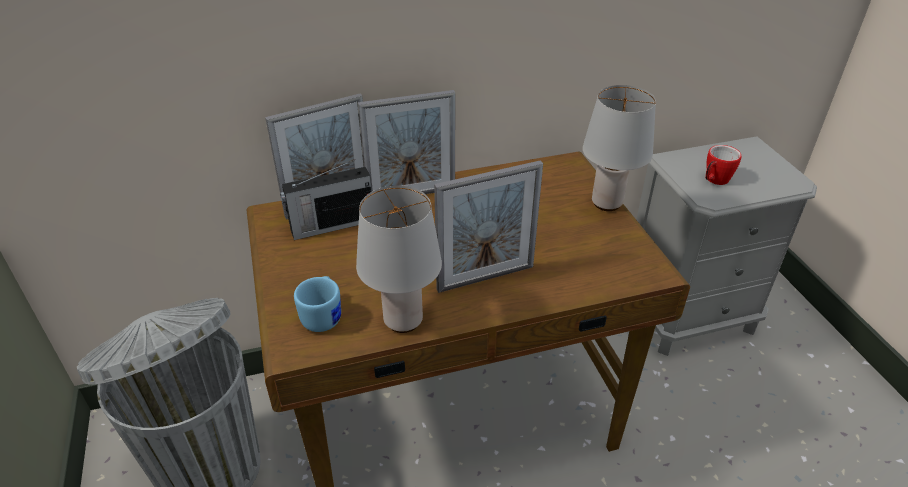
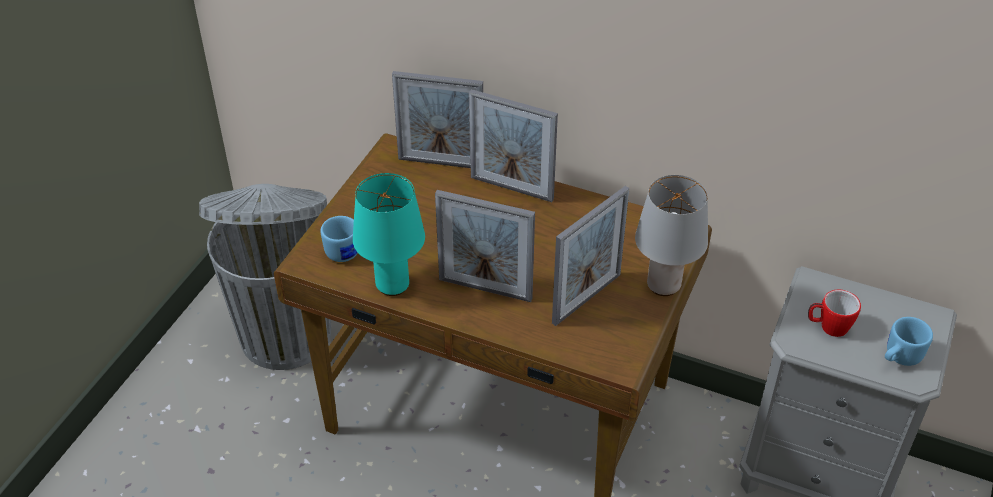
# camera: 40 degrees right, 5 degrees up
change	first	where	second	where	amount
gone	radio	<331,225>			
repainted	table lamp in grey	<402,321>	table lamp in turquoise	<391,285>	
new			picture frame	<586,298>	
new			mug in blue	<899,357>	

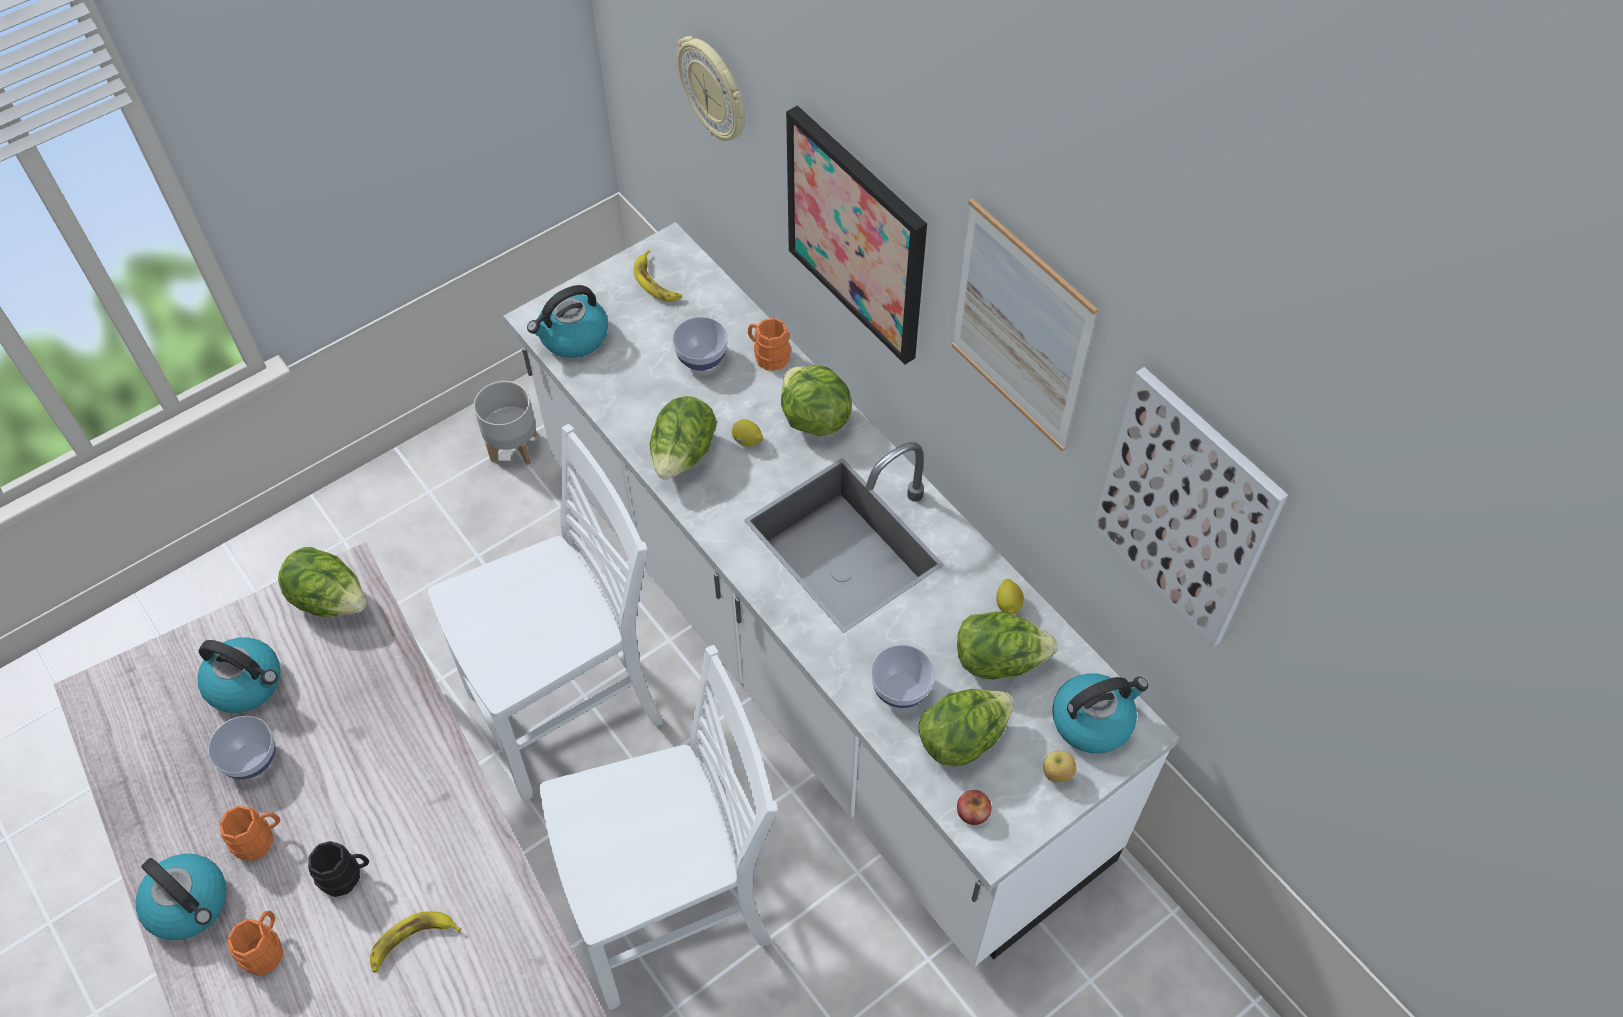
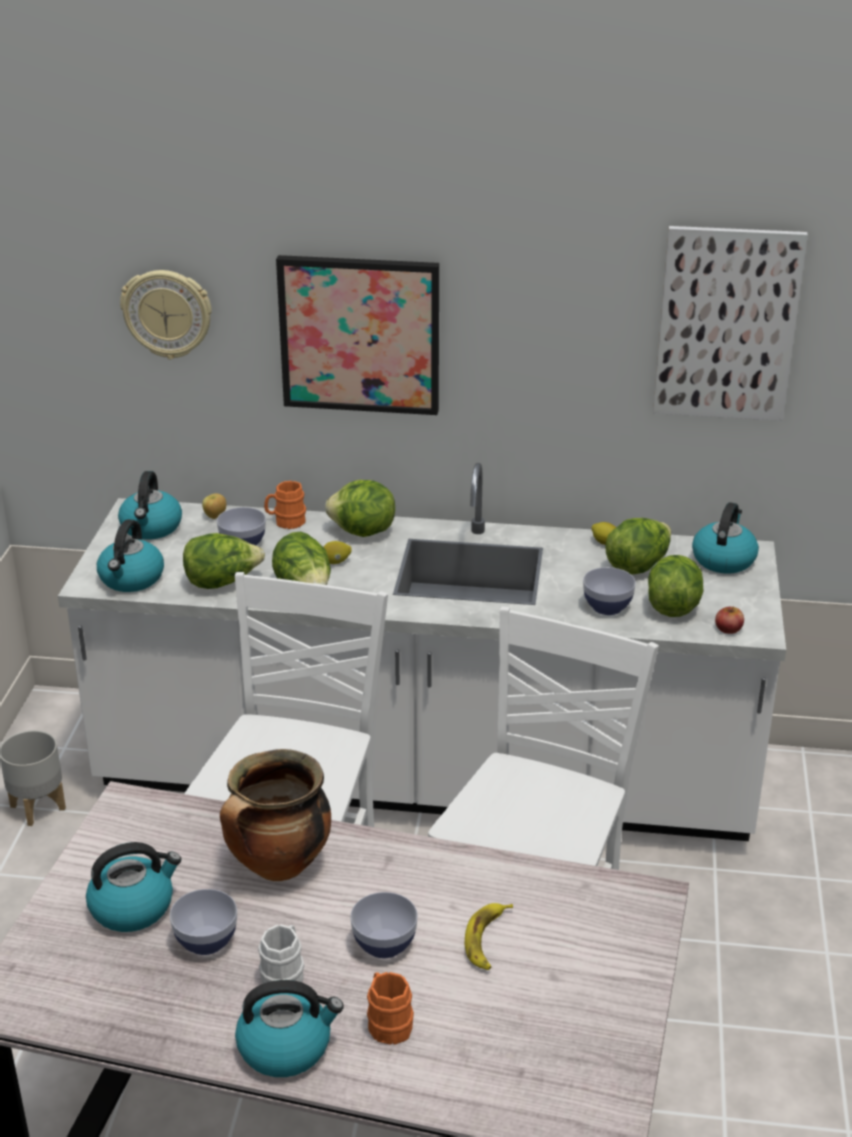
# camera: 45 degrees left, 25 degrees down
change	first	where	second	where	amount
repainted	mug in orange	<259,839>	mug in white	<285,974>	
shifted	lettuce	<330,600>		<222,582>	
swapped	mug in black	<346,876>	bowl	<384,944>	
swapped	banana	<657,282>	kettle	<151,528>	
gone	picture	<1020,328>			
shifted	apple	<1056,774>		<215,516>	
new			cooking pot	<278,866>	

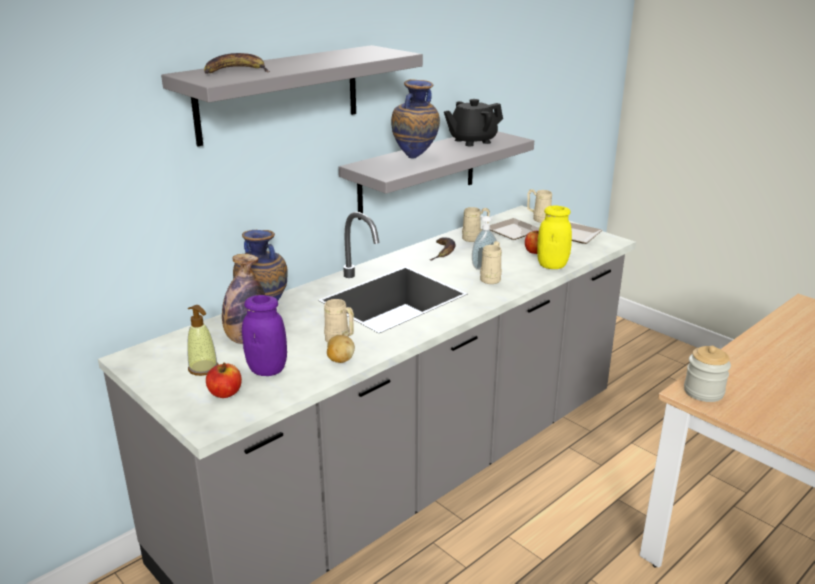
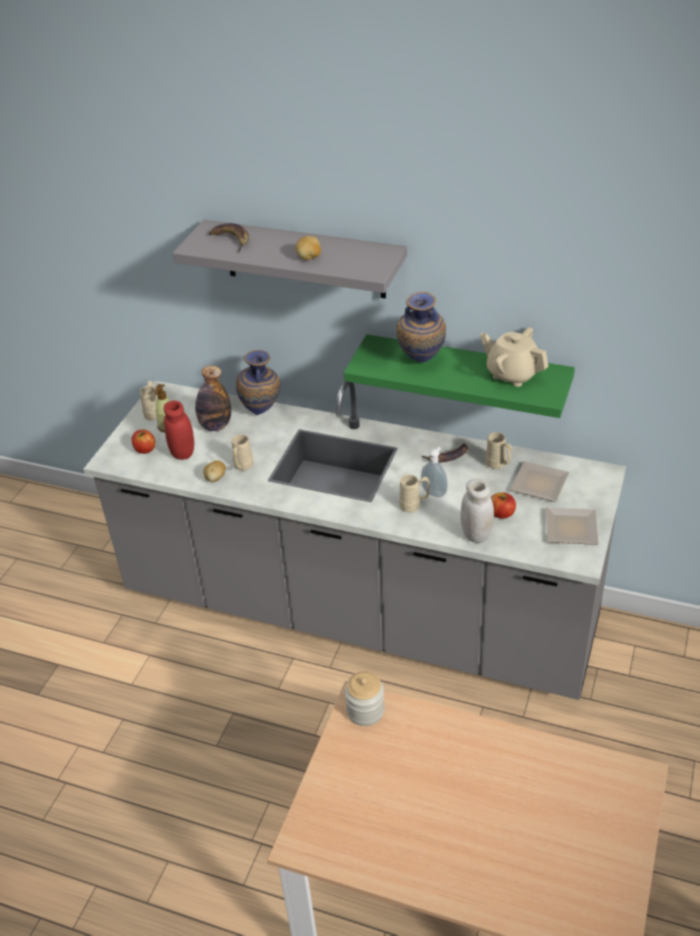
# camera: 65 degrees right, 15 degrees up
change	first	where	second	where	amount
repainted	jar in purple	<267,370>	jar in red	<182,453>	
repainted	shelf in grey	<418,173>	shelf in green	<466,374>	
repainted	teapot in black	<472,141>	teapot in beige	<512,374>	
shifted	mug in beige	<538,219>		<153,412>	
repainted	jar in yellow	<552,265>	jar in white	<476,534>	
new			potato	<309,258>	

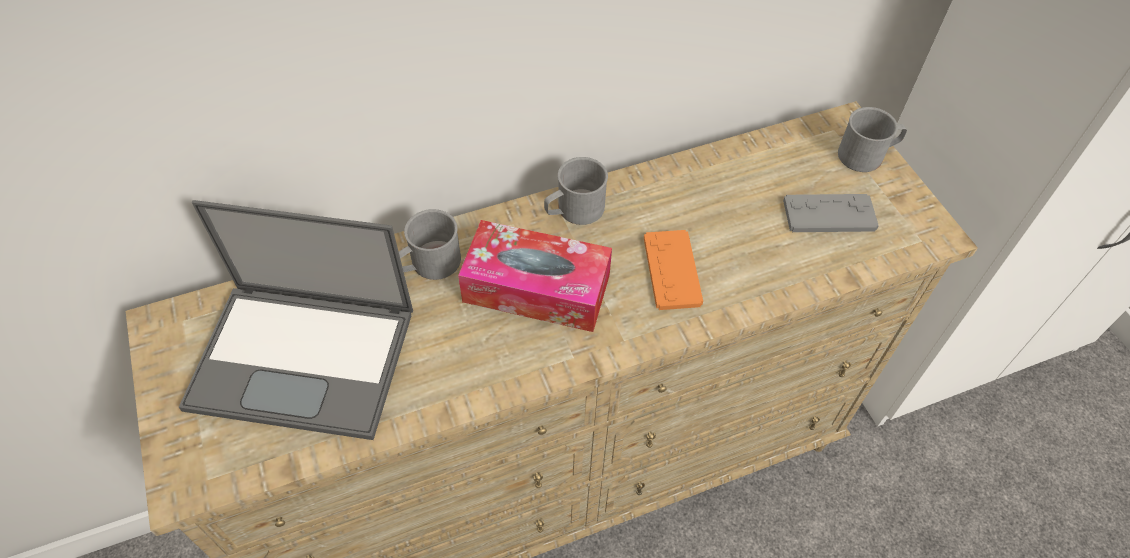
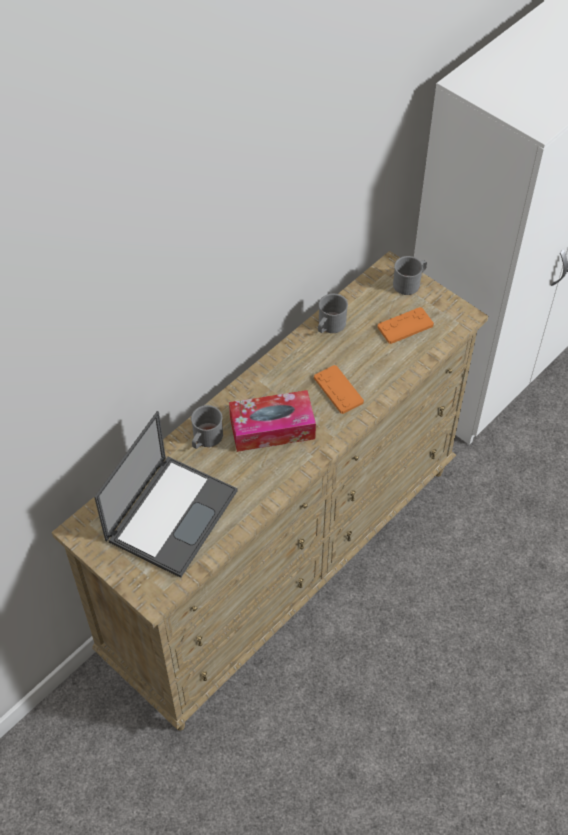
# camera: 25 degrees left, 0 degrees up
change	first	where	second	where	amount
rotated	laptop	<306,358>		<172,513>	45 degrees counterclockwise
shifted	mug in grey	<574,210>		<329,326>	
repainted	game controller in grey	<829,214>	game controller in orange	<405,326>	

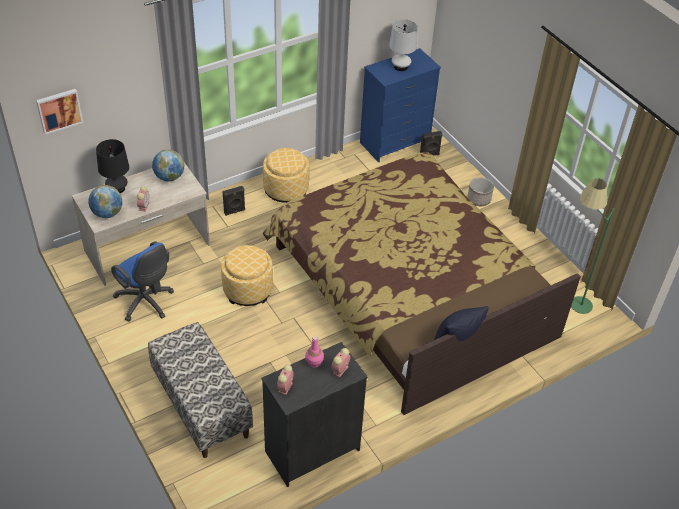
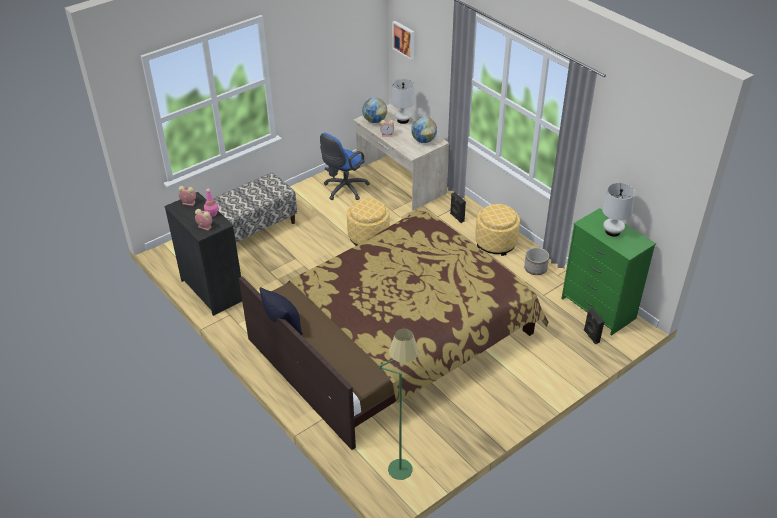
# camera: 85 degrees right, 5 degrees down
change	first	where	second	where	amount
repainted	table lamp in black	<117,188>	table lamp in white	<403,120>	
repainted	dresser in blue	<395,143>	dresser in green	<597,308>	
shifted	planter	<479,199>		<535,269>	

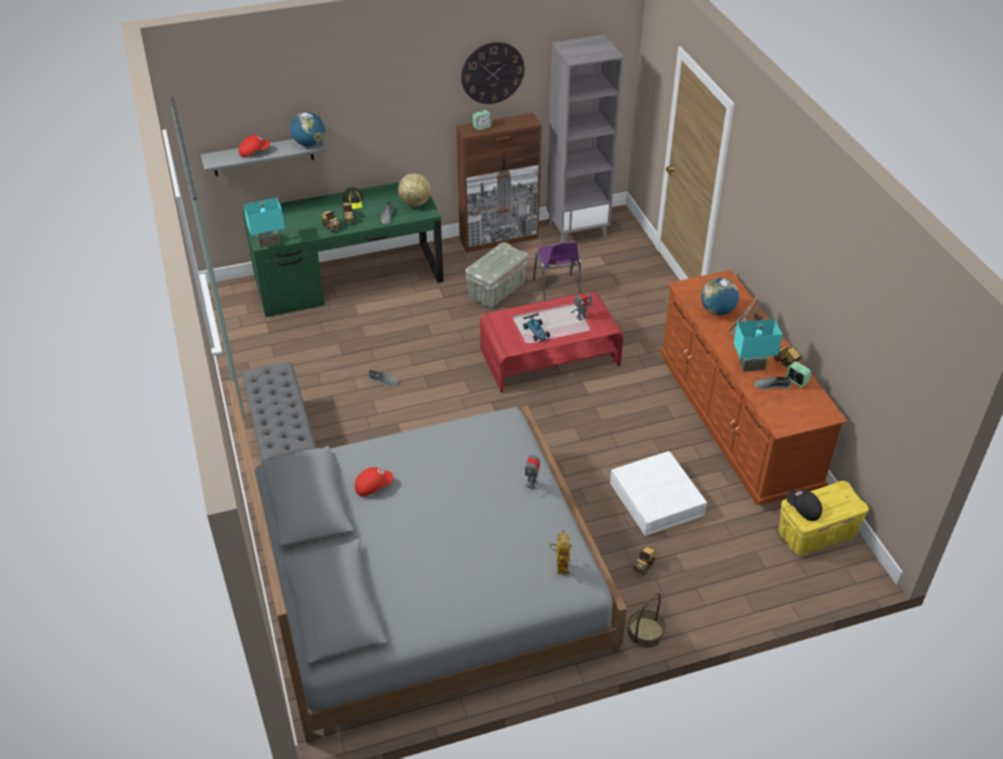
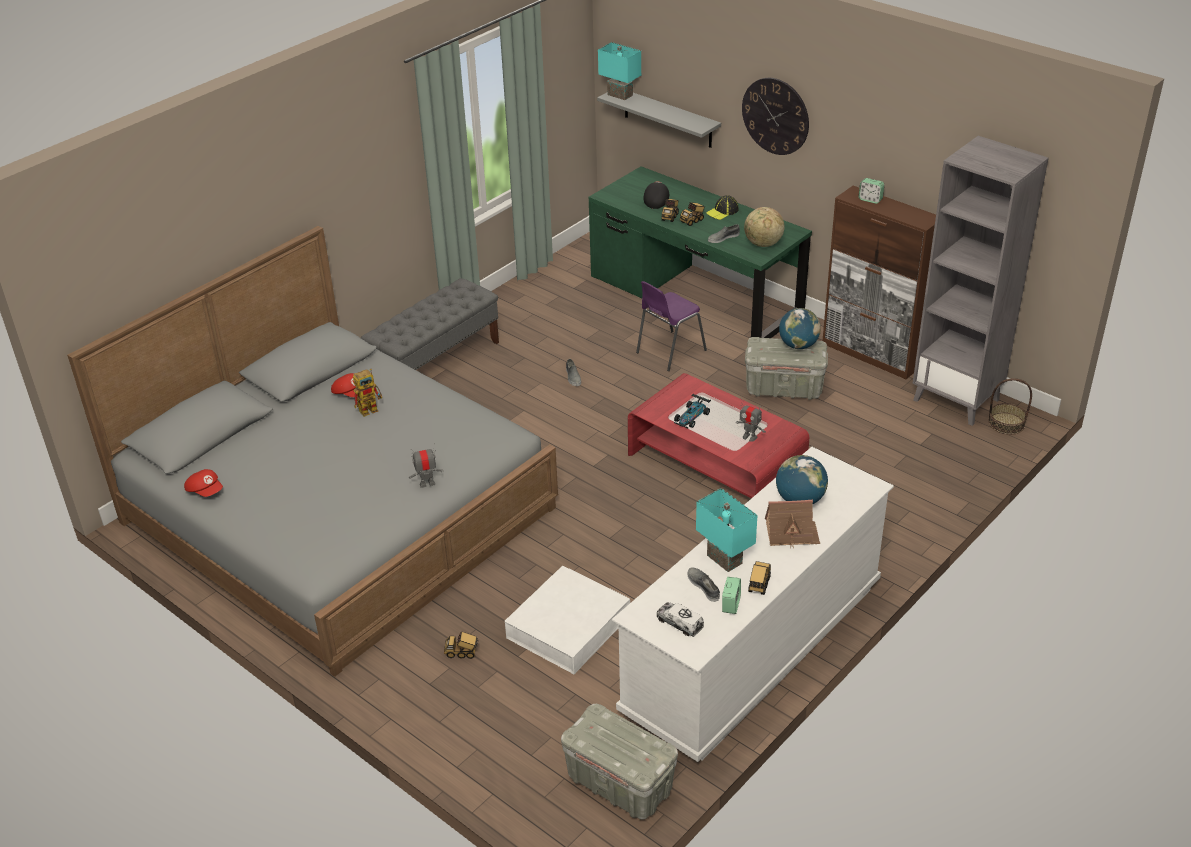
# camera: 60 degrees right, 5 degrees down
change	first	where	second	where	amount
shifted	cap in red	<254,152>		<205,491>	
shifted	table lamp in turquoise	<268,243>		<619,95>	
shifted	globe	<309,144>		<798,345>	
shifted	wall clock	<492,73>		<775,116>	
shifted	chair in purple	<557,291>		<669,352>	
shifted	toy robot	<560,564>		<371,408>	
shifted	basket	<645,632>		<1006,423>	
repainted	dresser in brown	<736,421>	dresser in white	<753,648>	
repainted	storage box in yellow	<816,535>	storage box in grey	<619,784>	
shifted	cap in black	<803,509>		<656,201>	
new			toy truck	<680,623>	

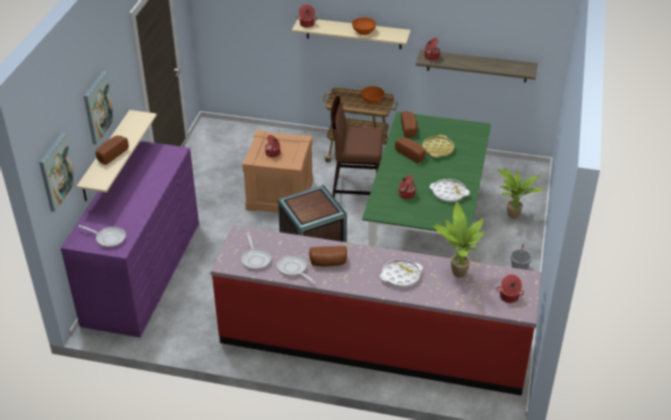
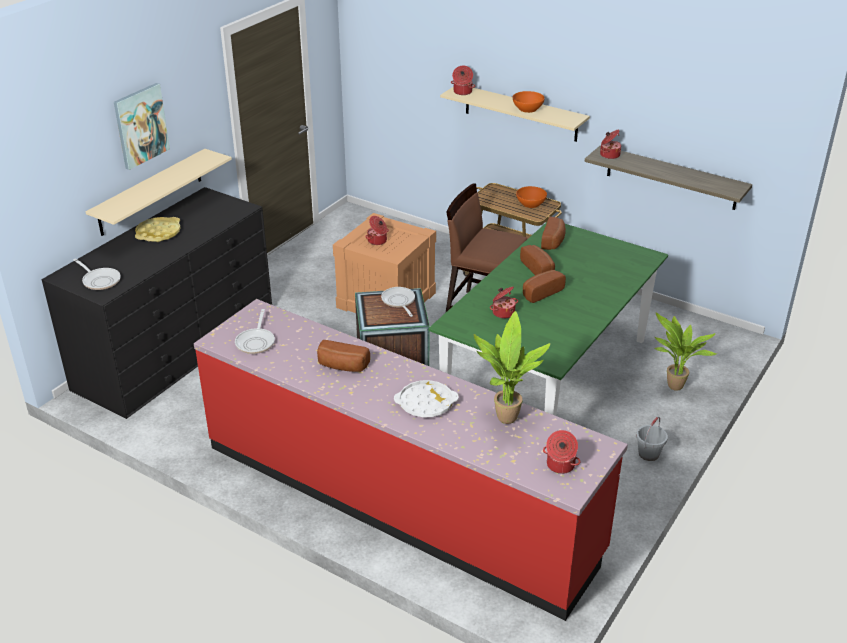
# camera: 20 degrees right, 5 degrees down
change	first	where	second	where	amount
gone	picture	<56,172>			
repainted	dresser in purple	<143,272>	dresser in black	<176,349>	
shifted	bread	<111,155>		<540,292>	
shifted	frying pan	<293,269>		<399,302>	
shifted	tray in yellow	<438,149>		<158,233>	
gone	tray in white	<449,193>			

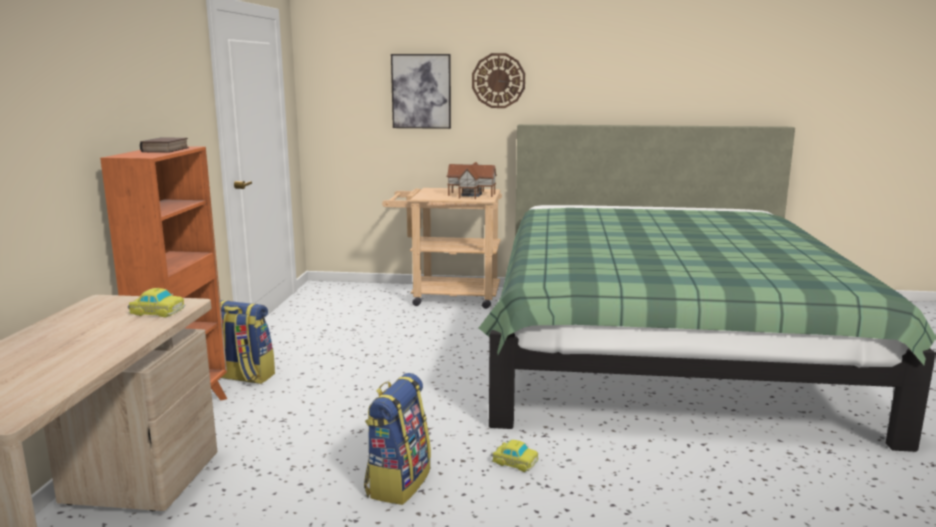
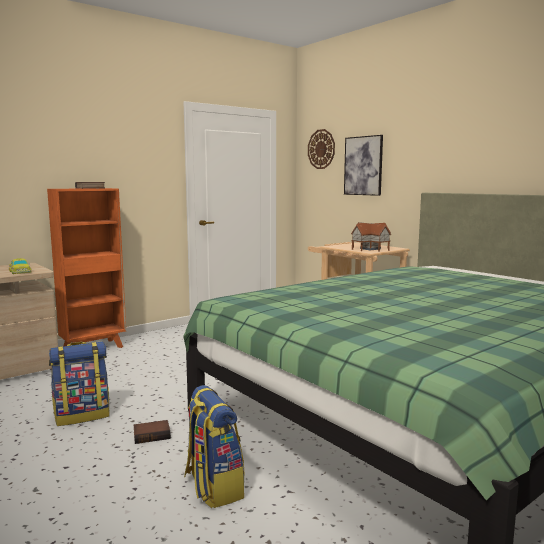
# camera: 45 degrees right, 5 degrees down
change	first	where	second	where	amount
shifted	backpack	<243,377>		<213,487>	
shifted	wall clock	<498,80>		<321,149>	
swapped	toy car	<514,461>	book	<152,435>	

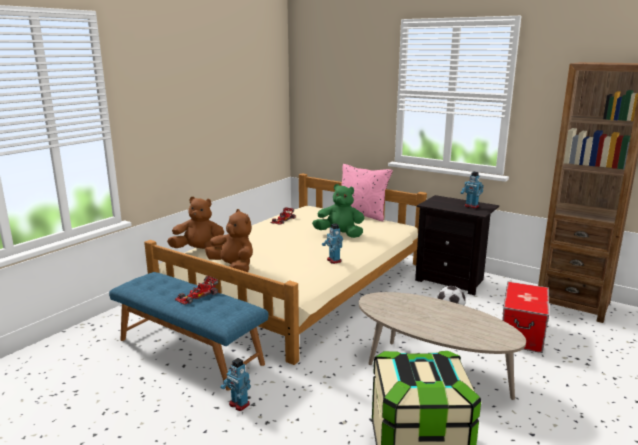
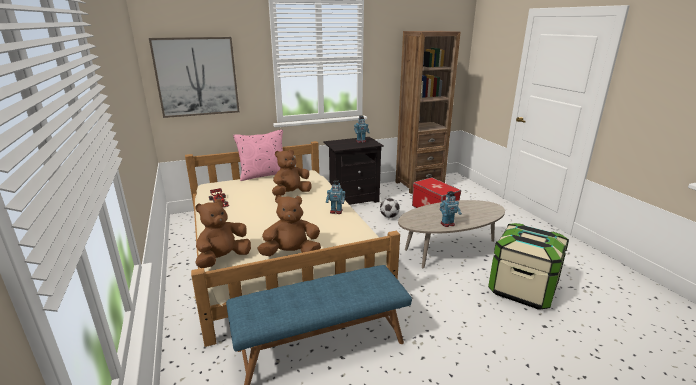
# camera: 55 degrees left, 5 degrees up
change	first	where	second	where	amount
gone	toy car	<197,295>			
shifted	toy robot	<239,404>		<447,224>	
repainted	plush toy in green	<340,234>	plush toy in brown	<291,193>	
new			picture	<197,77>	

